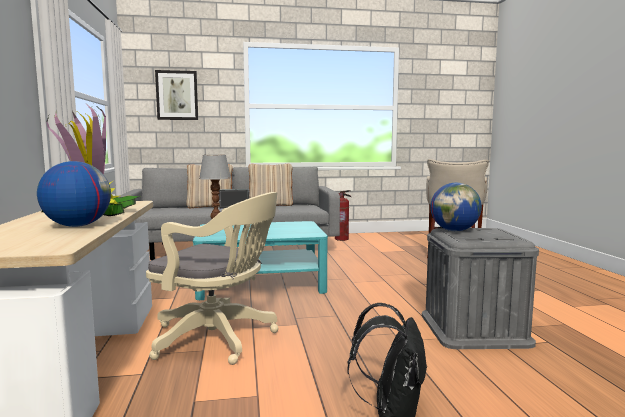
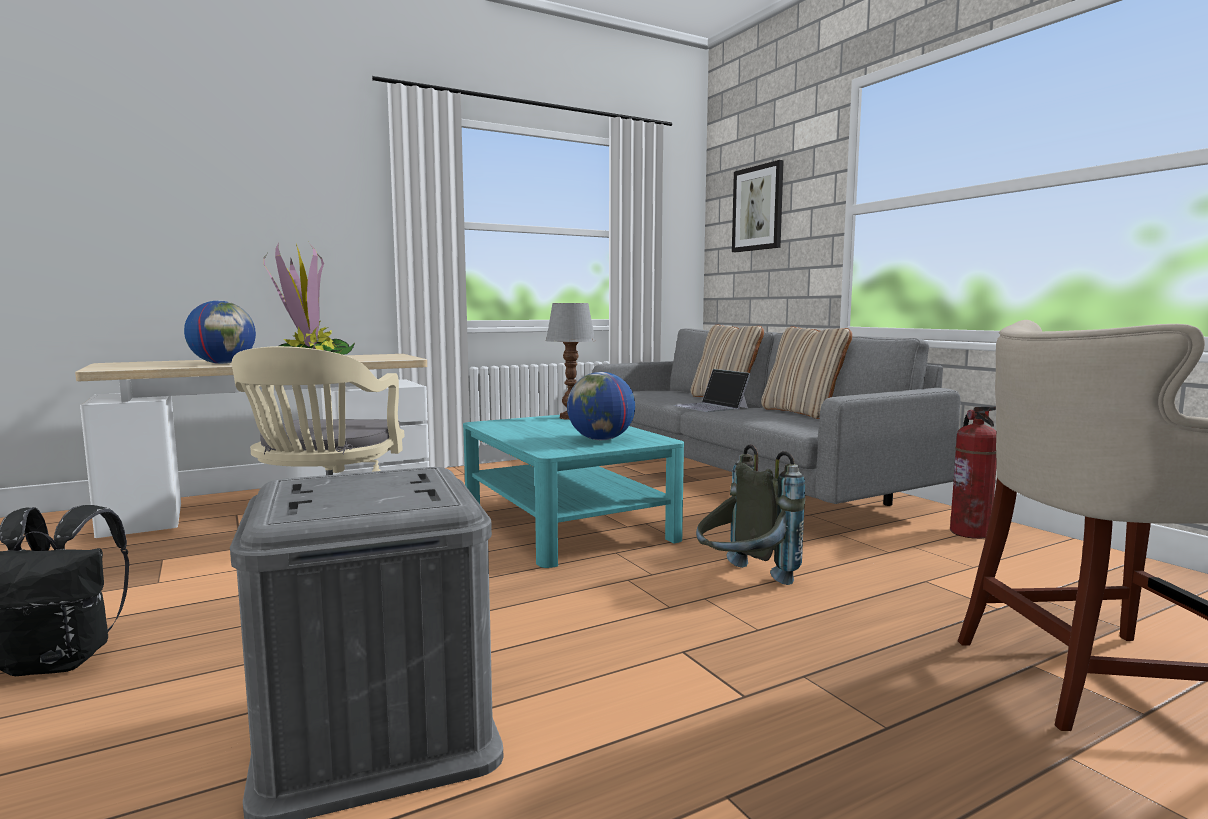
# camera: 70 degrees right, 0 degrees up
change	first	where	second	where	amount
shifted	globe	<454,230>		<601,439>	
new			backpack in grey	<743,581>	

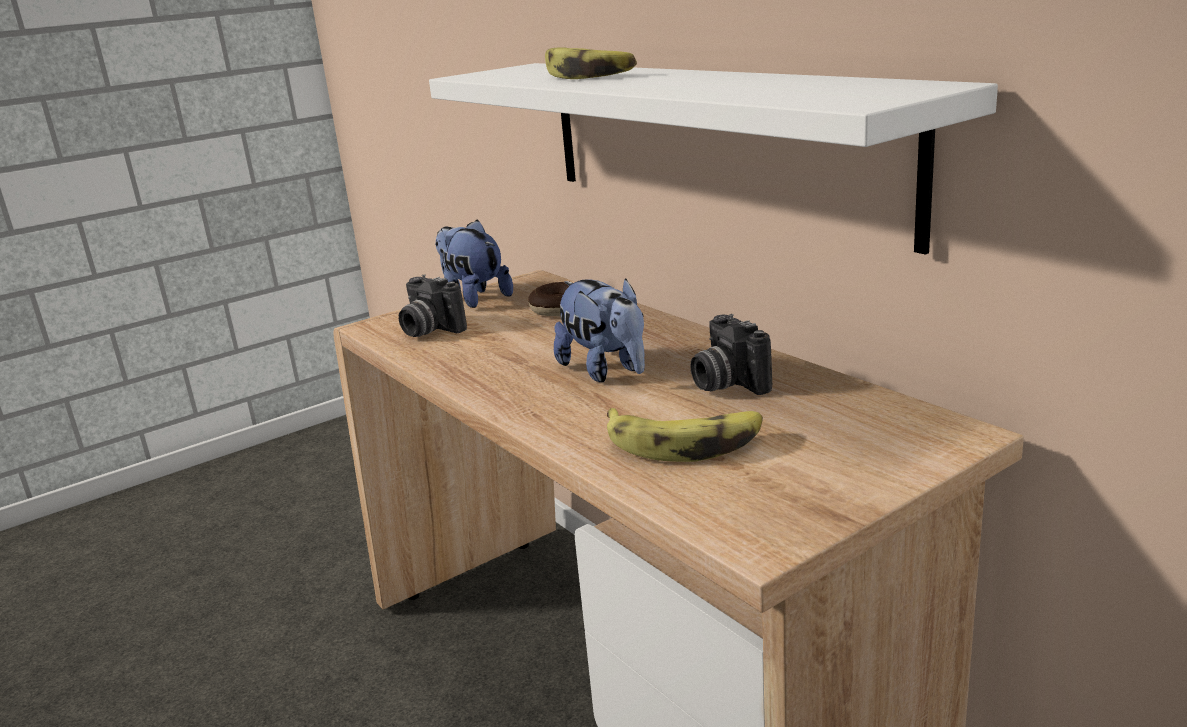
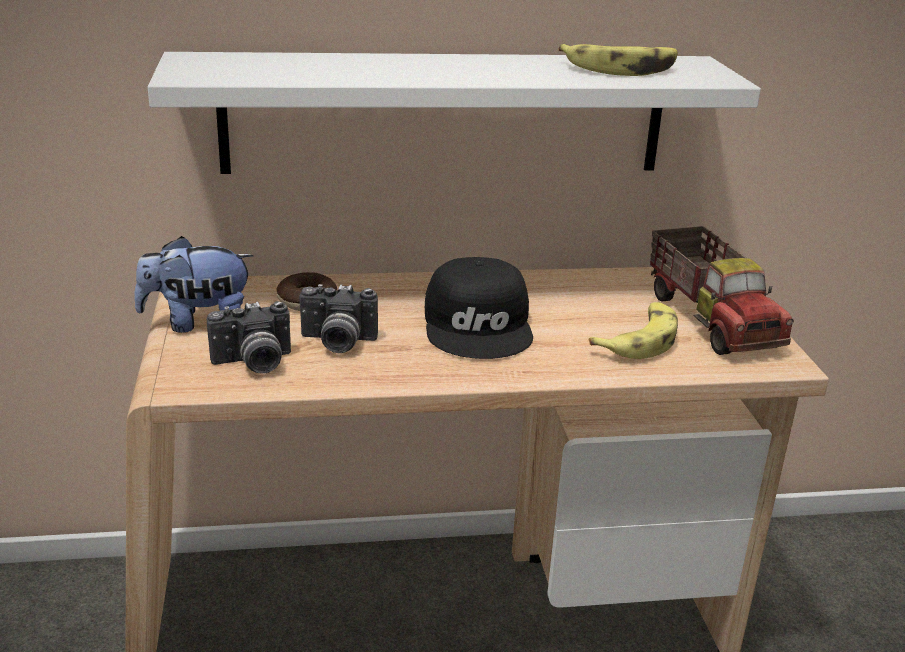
# camera: 65 degrees left, 5 degrees up
change	first	where	second	where	amount
shifted	banana	<590,75>		<621,69>	
swapped	plush toy	<606,371>	cap in black	<480,325>	
shifted	photo camera	<725,384>		<337,343>	
new			toy truck	<712,319>	

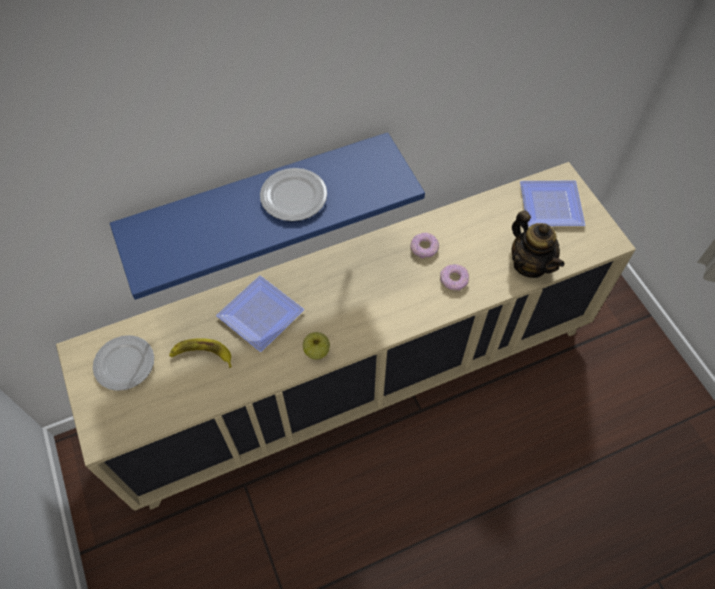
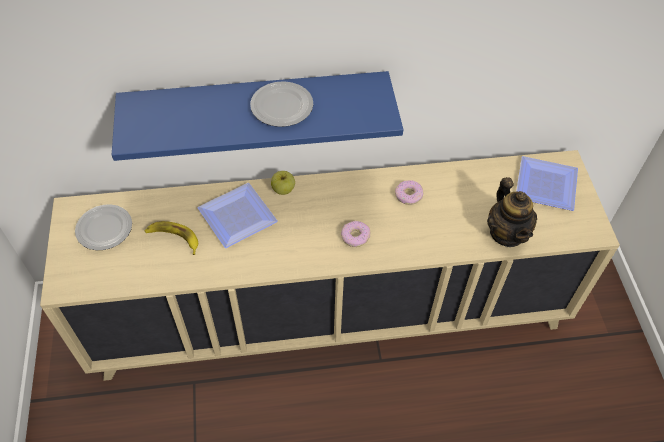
# camera: 15 degrees right, 5 degrees down
change	first	where	second	where	amount
shifted	apple	<317,351>		<283,189>	
shifted	donut	<453,280>		<355,236>	

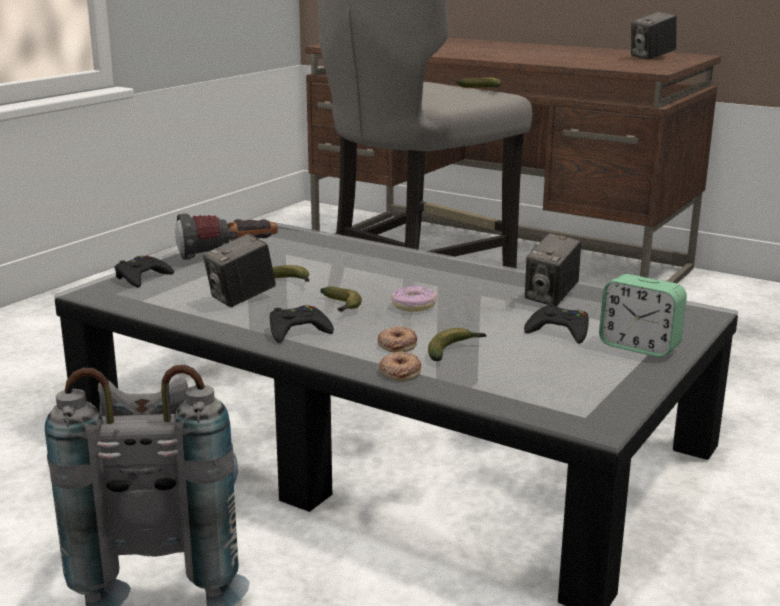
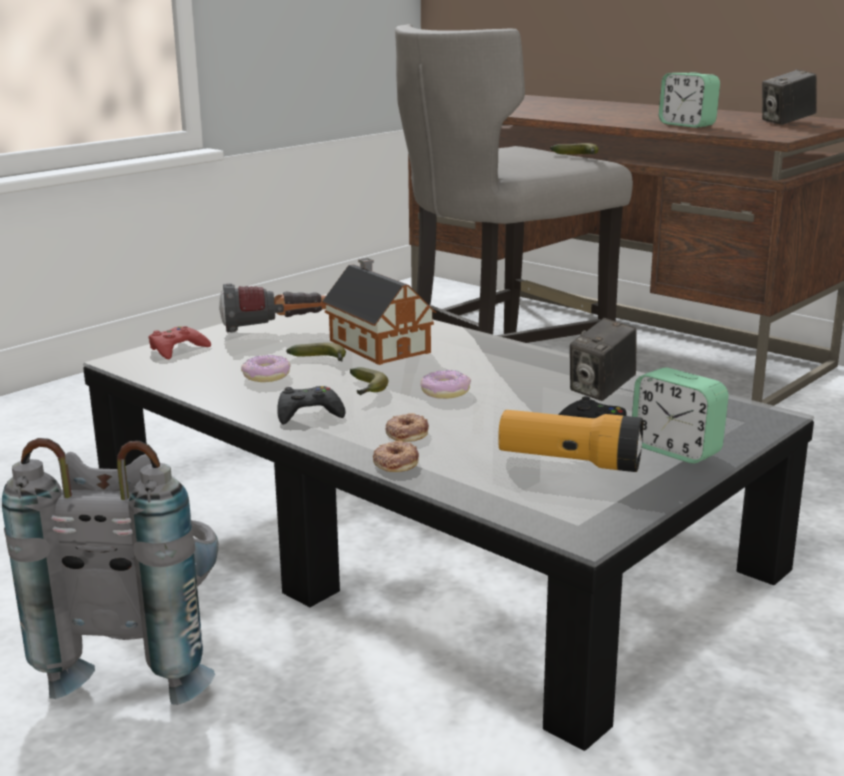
# camera: 10 degrees right, 0 degrees up
change	first	where	second	where	amount
repainted	game controller in black	<142,277>	game controller in red	<177,349>	
swapped	photo camera	<241,299>	donut	<267,376>	
gone	banana	<454,351>			
new			toy house	<378,345>	
new			flashlight	<569,462>	
new			alarm clock	<687,125>	

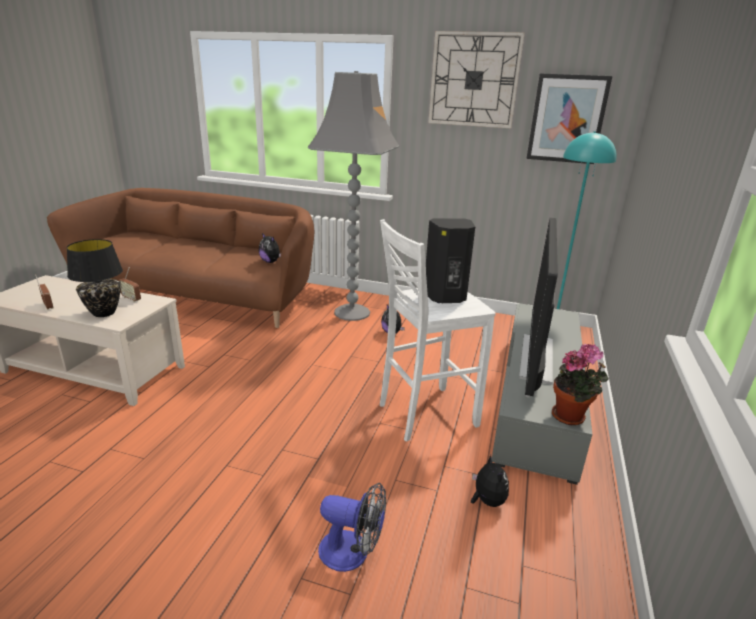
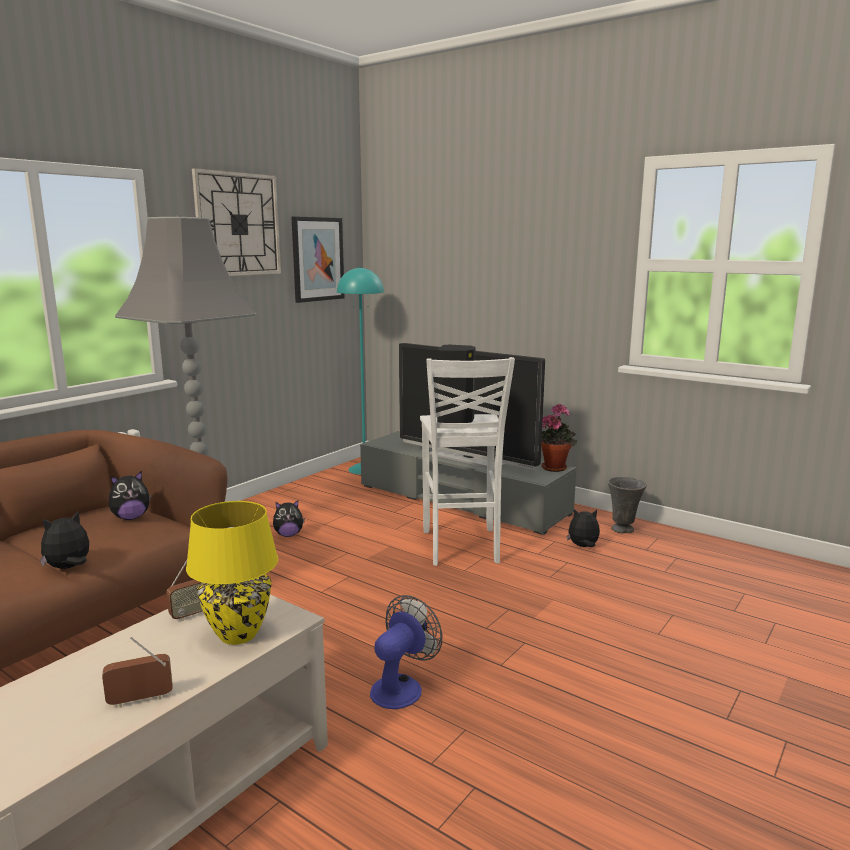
# camera: 70 degrees left, 10 degrees down
change	first	where	second	where	amount
repainted	table lamp in black	<104,313>	table lamp in yellow	<238,634>	
shifted	fan	<352,552>		<401,686>	
new			plush toy	<69,568>	
new			vase in grey	<623,530>	

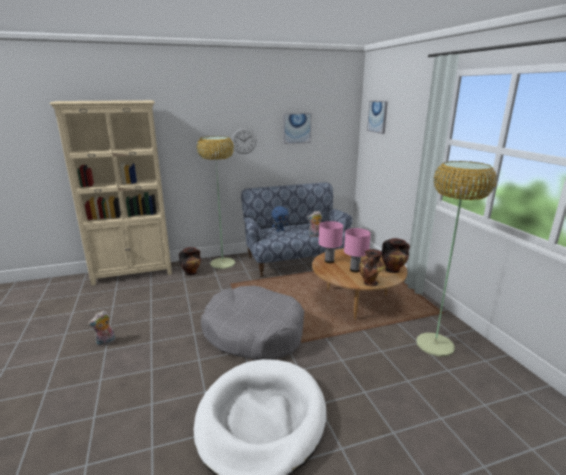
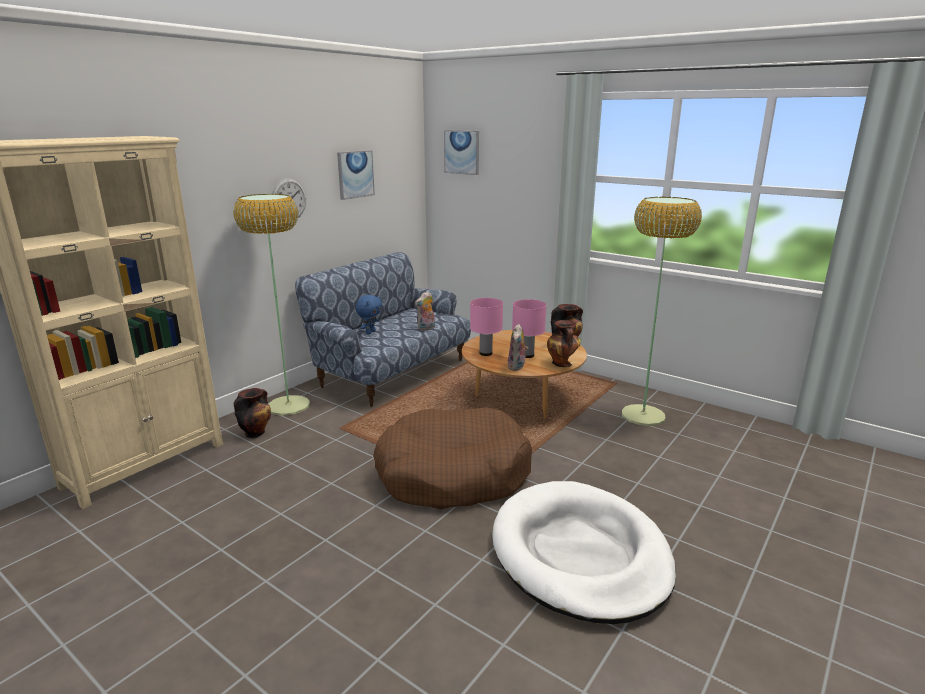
# camera: 35 degrees left, 0 degrees up
change	first	where	second	where	amount
shifted	plush toy	<105,343>		<517,367>	
repainted	dog bed in grey	<253,333>	dog bed in brown	<452,474>	

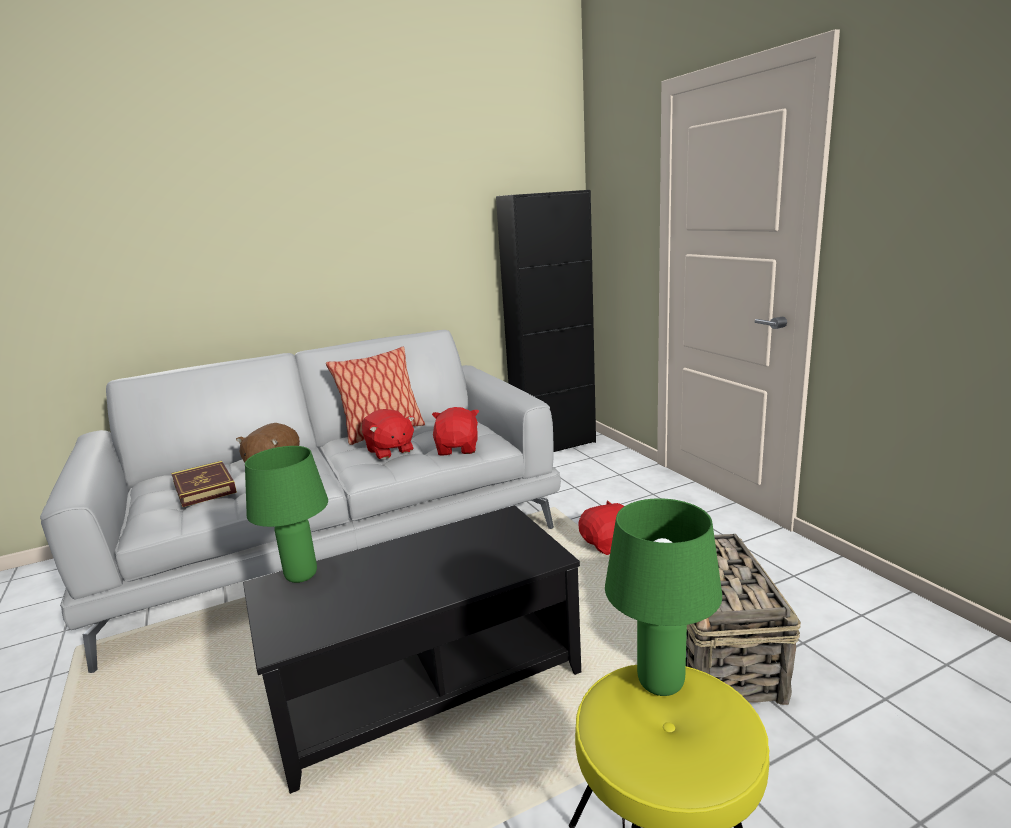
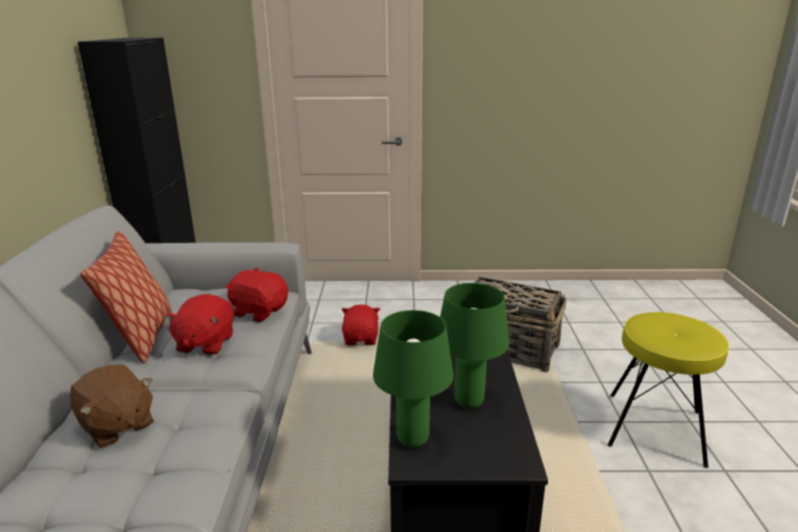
# camera: 65 degrees left, 5 degrees up
change	first	where	second	where	amount
gone	book	<204,488>			
rotated	plush toy in red	<389,451>		<205,343>	105 degrees clockwise
shifted	table lamp in green	<659,683>		<469,402>	

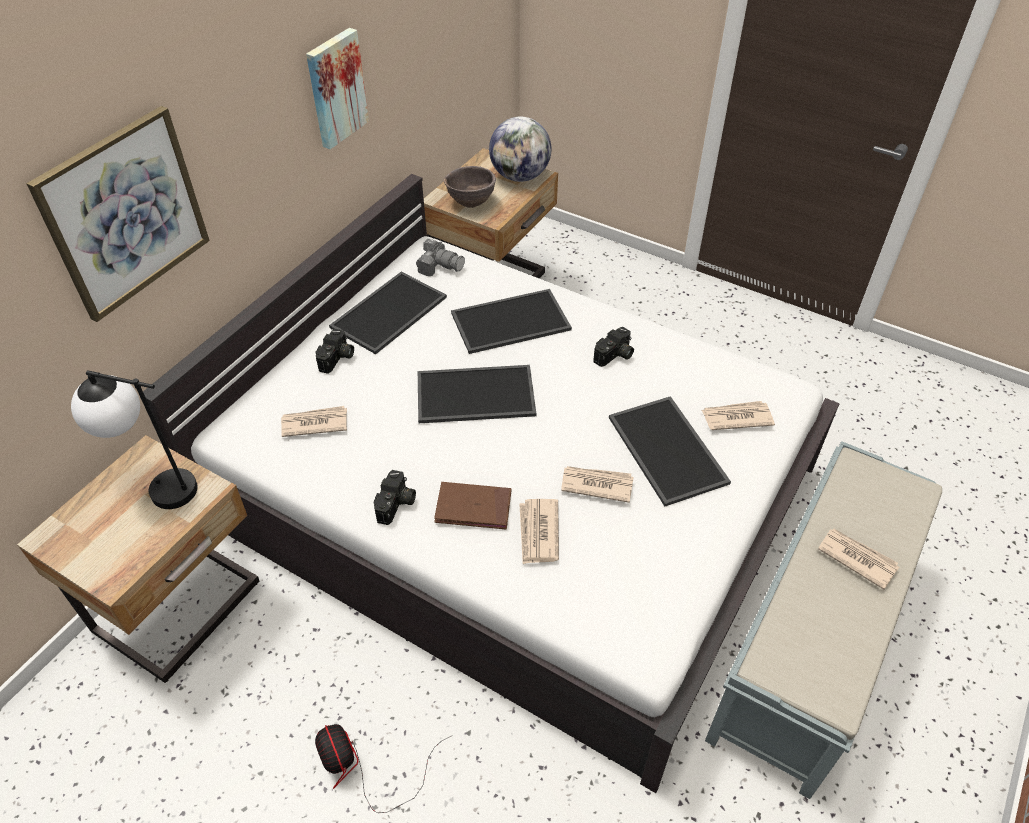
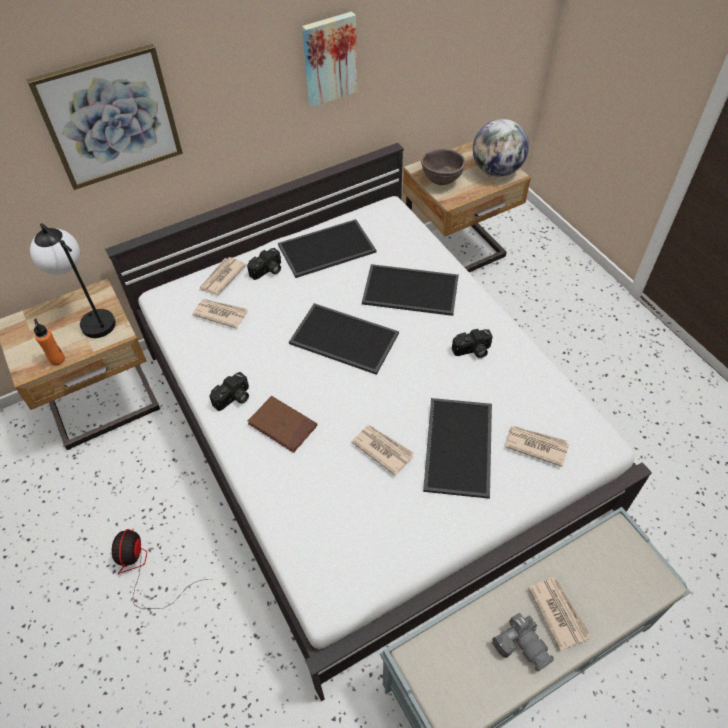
# camera: 30 degrees right, 5 degrees up
change	first	where	second	where	amount
shifted	photo camera	<440,266>		<521,644>	
shifted	newspaper	<538,533>		<222,278>	
new			bottle in orange	<57,359>	

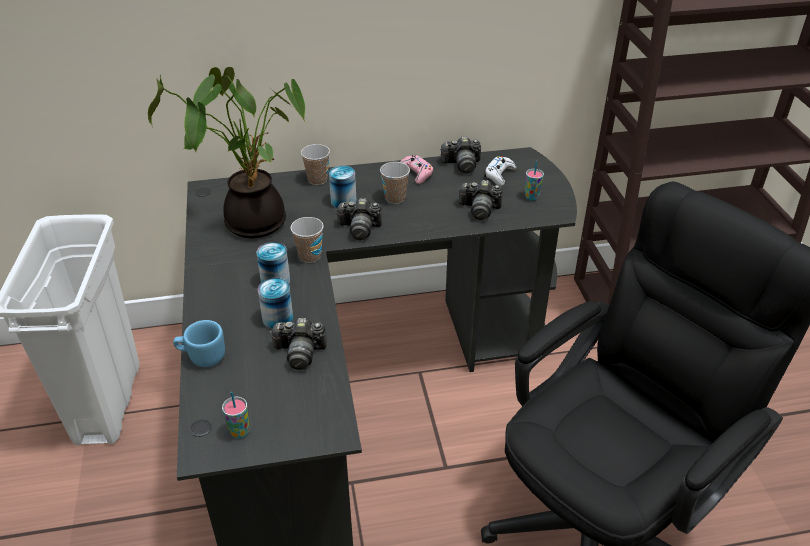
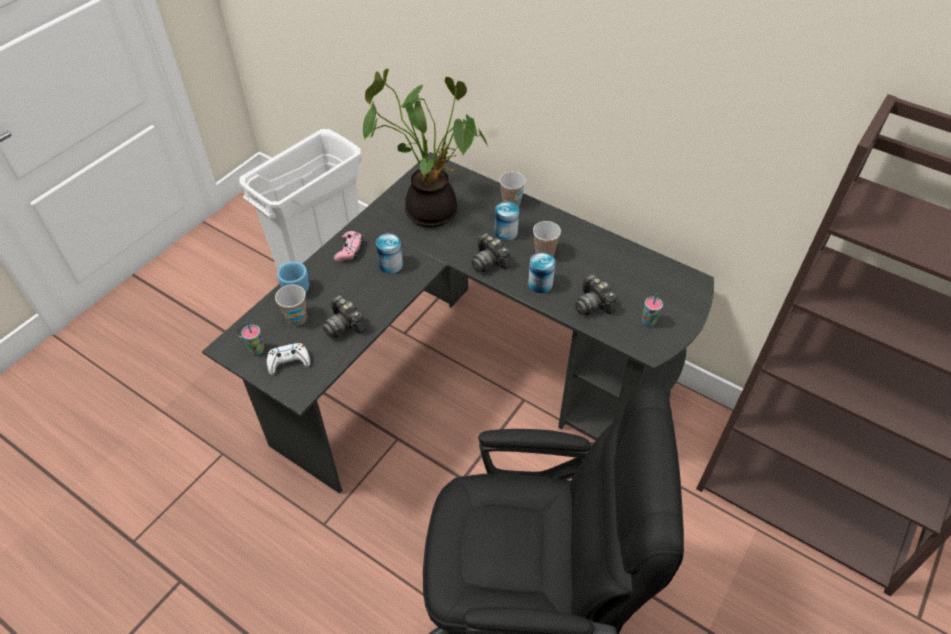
# camera: 45 degrees right, 10 degrees up
change	first	where	second	where	amount
shifted	can	<277,318>		<540,284>	
shifted	cup	<309,256>		<296,318>	
shifted	game controller in pink	<416,173>		<349,250>	
gone	photo camera	<461,165>			
shifted	game controller in white	<499,175>		<288,362>	

